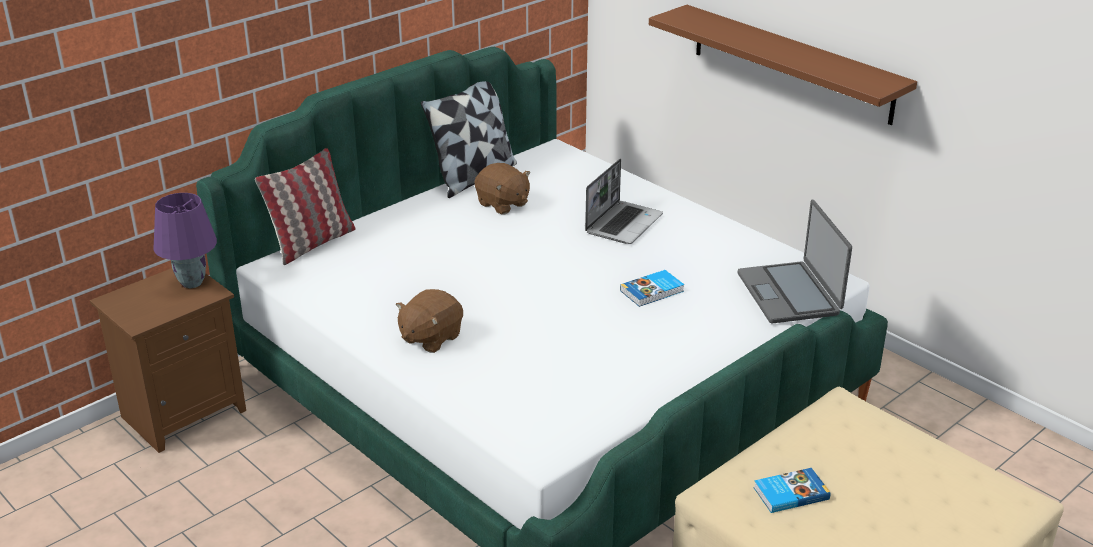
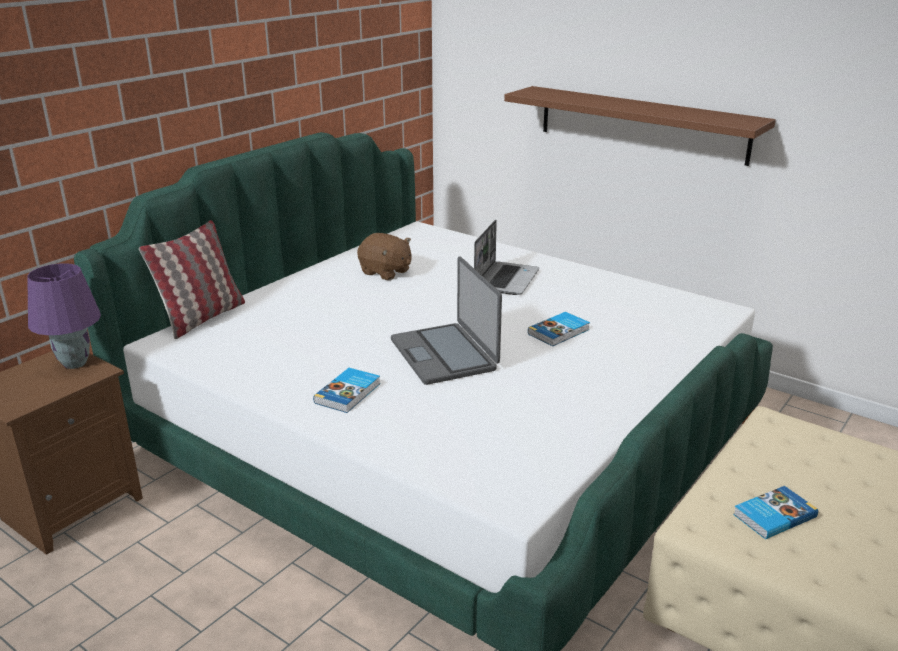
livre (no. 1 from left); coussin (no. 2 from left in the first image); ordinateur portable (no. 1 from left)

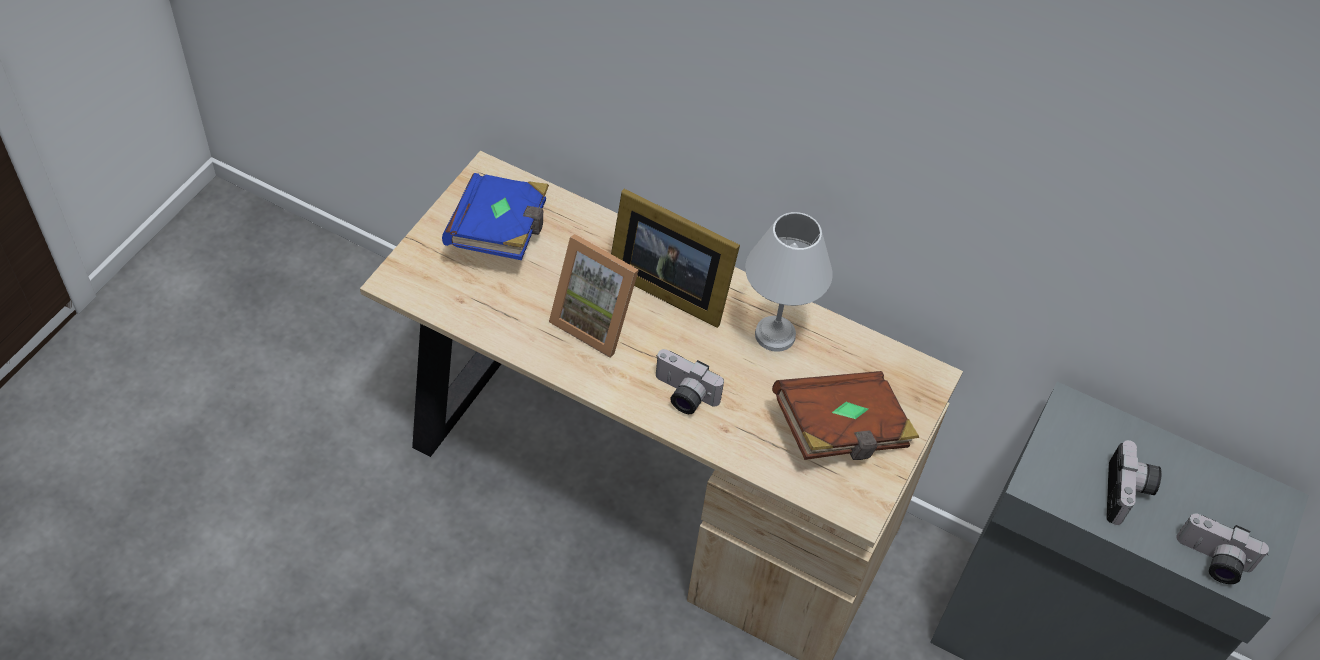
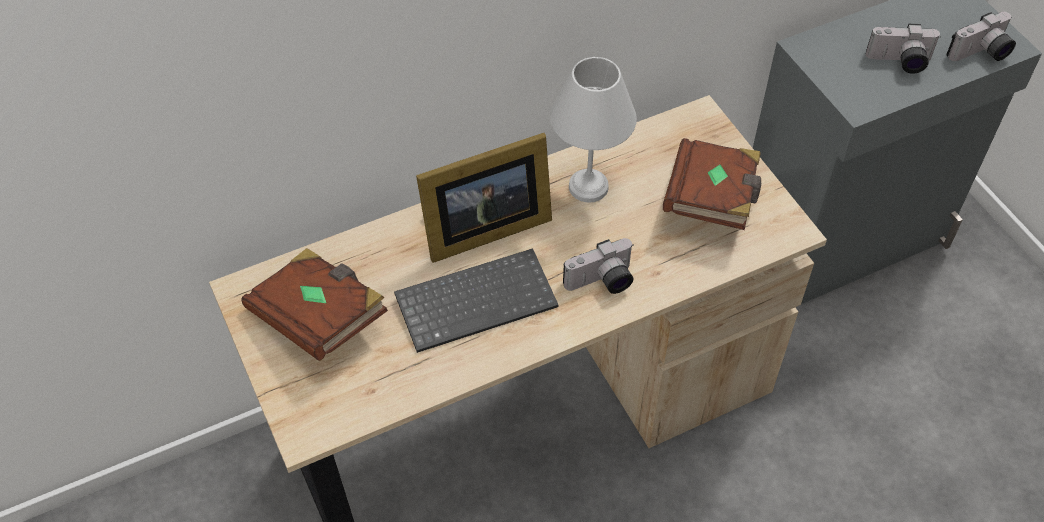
livre (marron) (no. 1 from left); clavier; appareil photo (no. 2 from left)

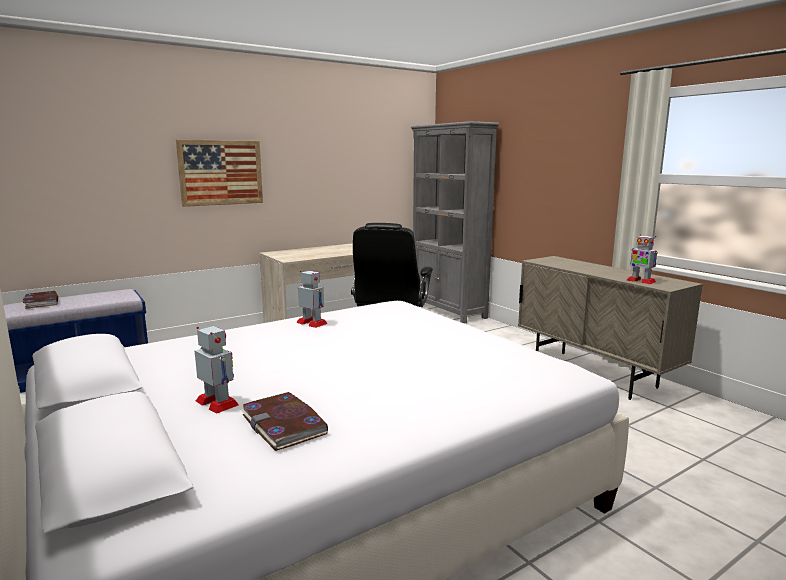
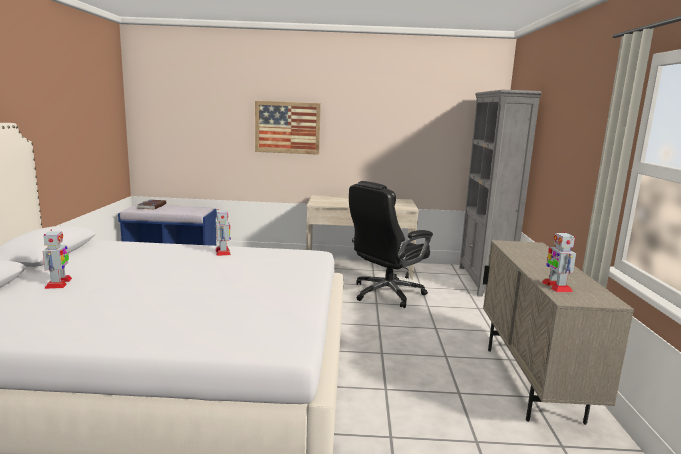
livre (no. 2 from left in the first image)

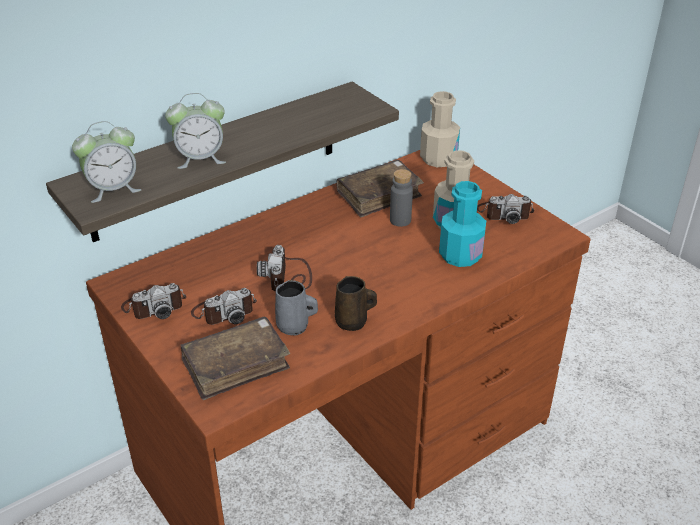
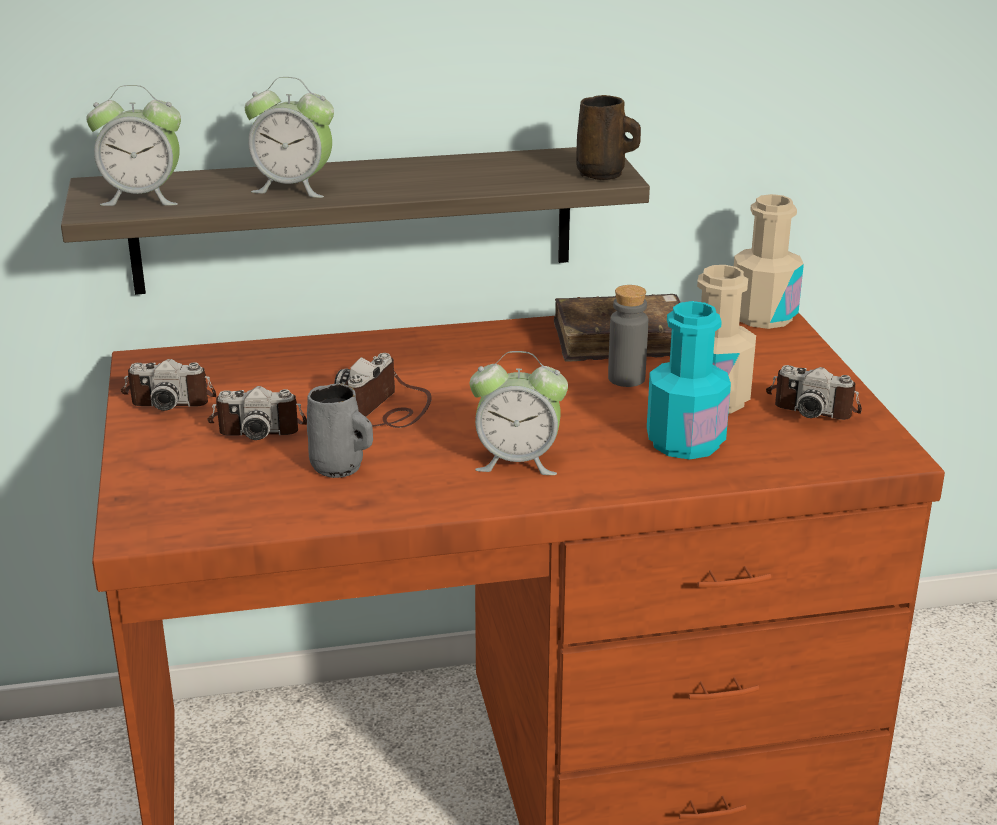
livre (marron) (no. 1 from left in the first image); mug (marron); réveil (no. 3 from left)

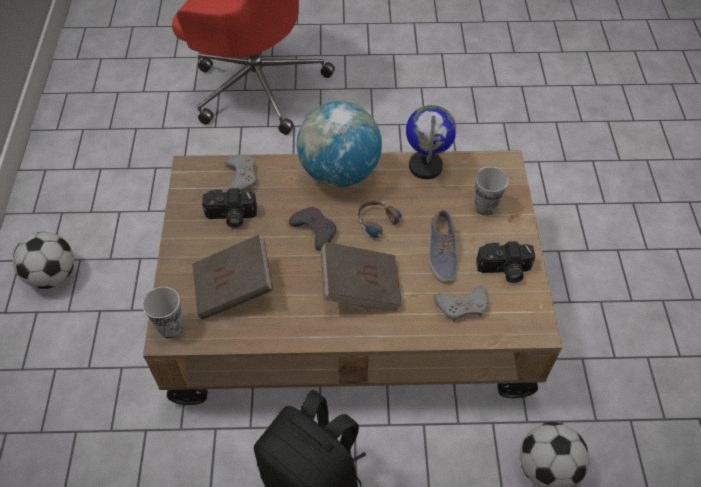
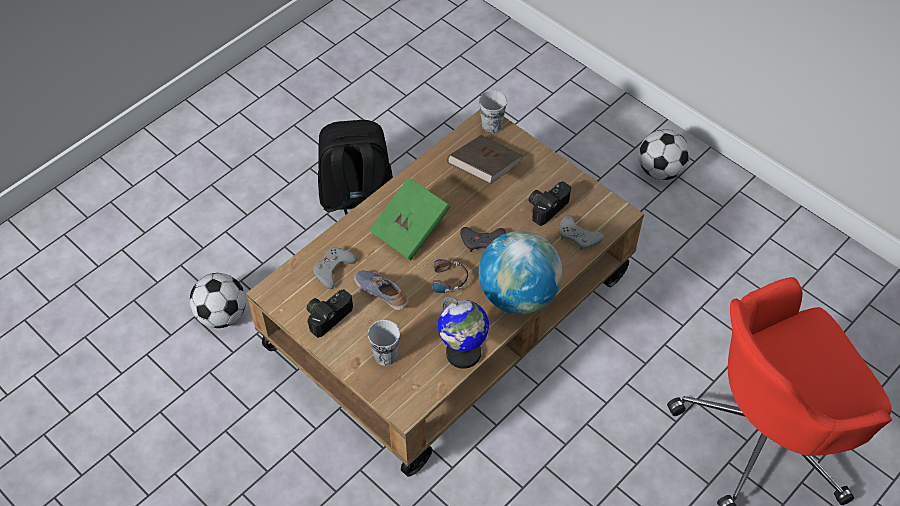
livre (vert)

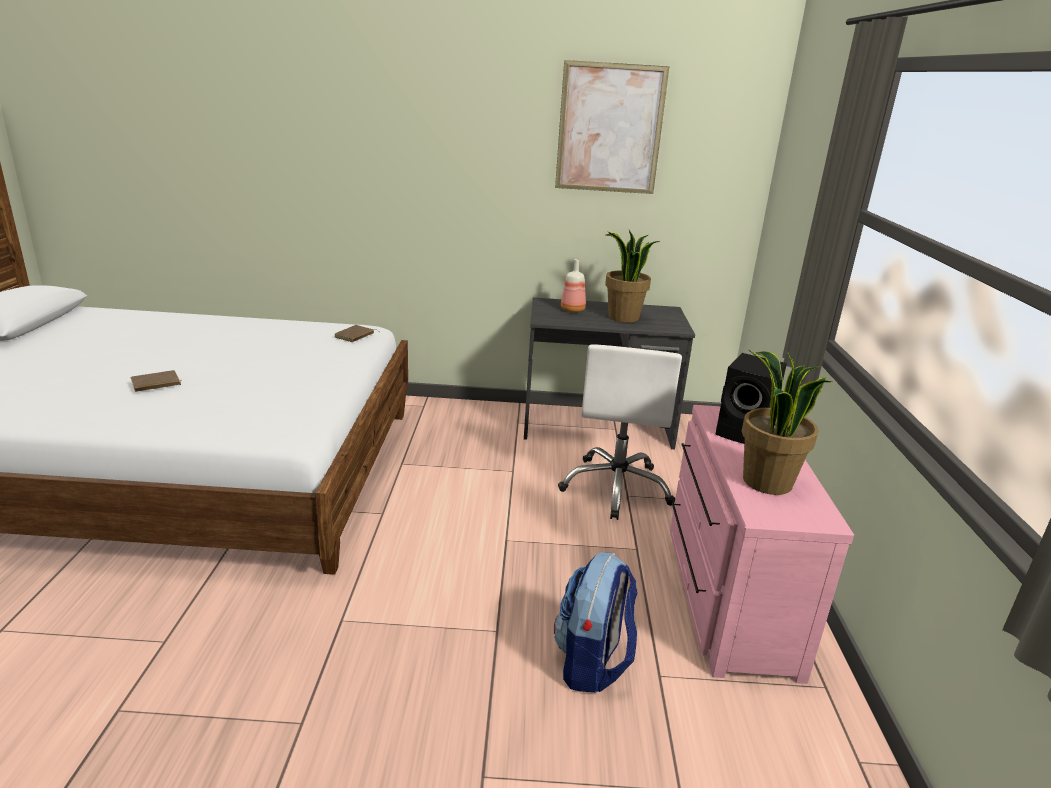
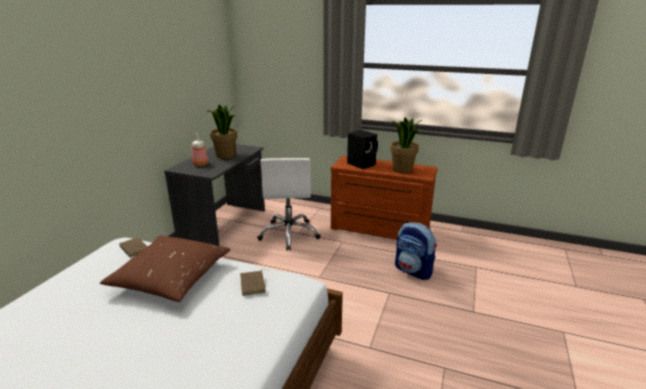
livre (marron) (no. 2 from left); tableau; chaise de bureau (blanc); commode (marron); coussin (marron)

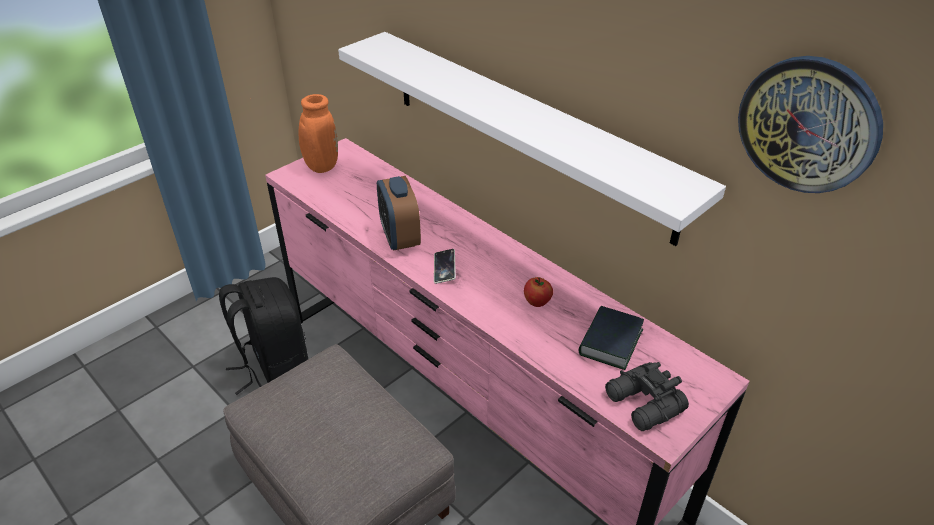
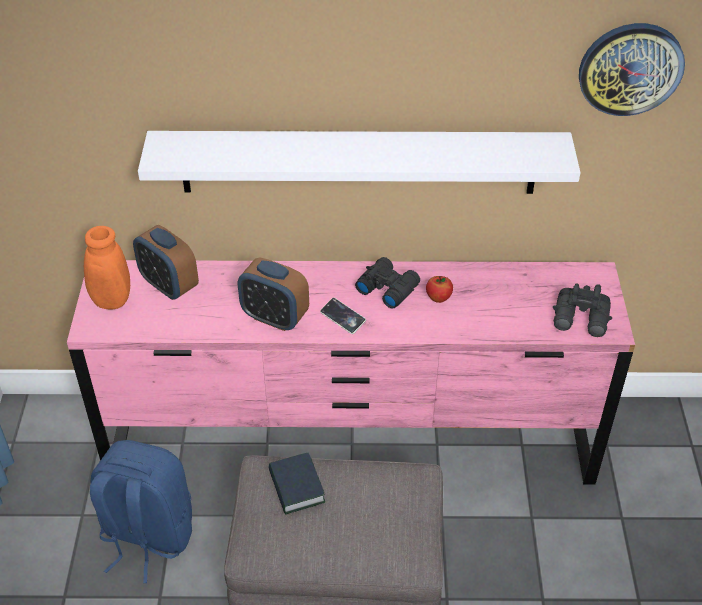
sac à dos (bleu); livre; réveil (no. 1 from left); jumelles (noir) (no. 1 from left)

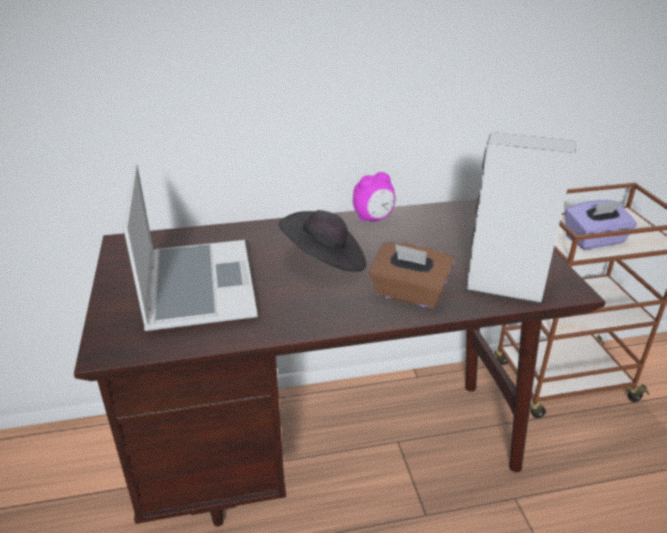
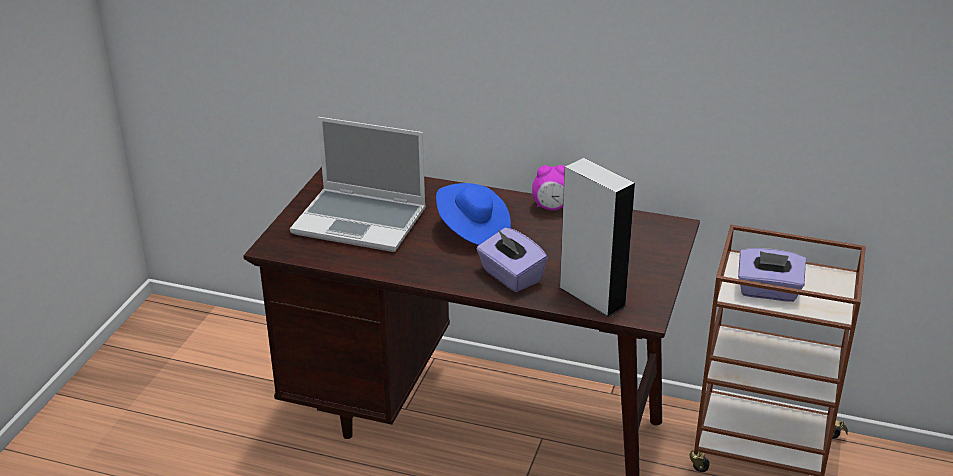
ordinateur portable; chapeau (bleu); boîte à mouchoirs (violet) (no. 1 from left)

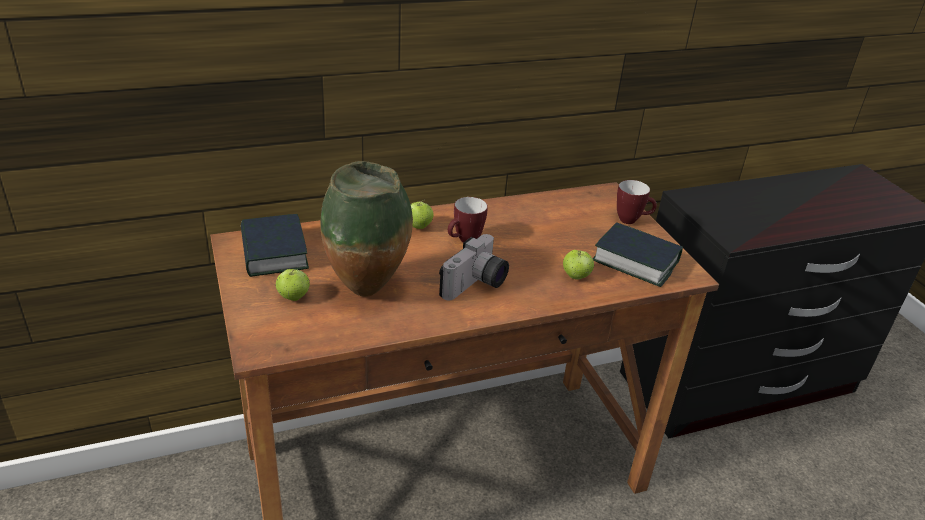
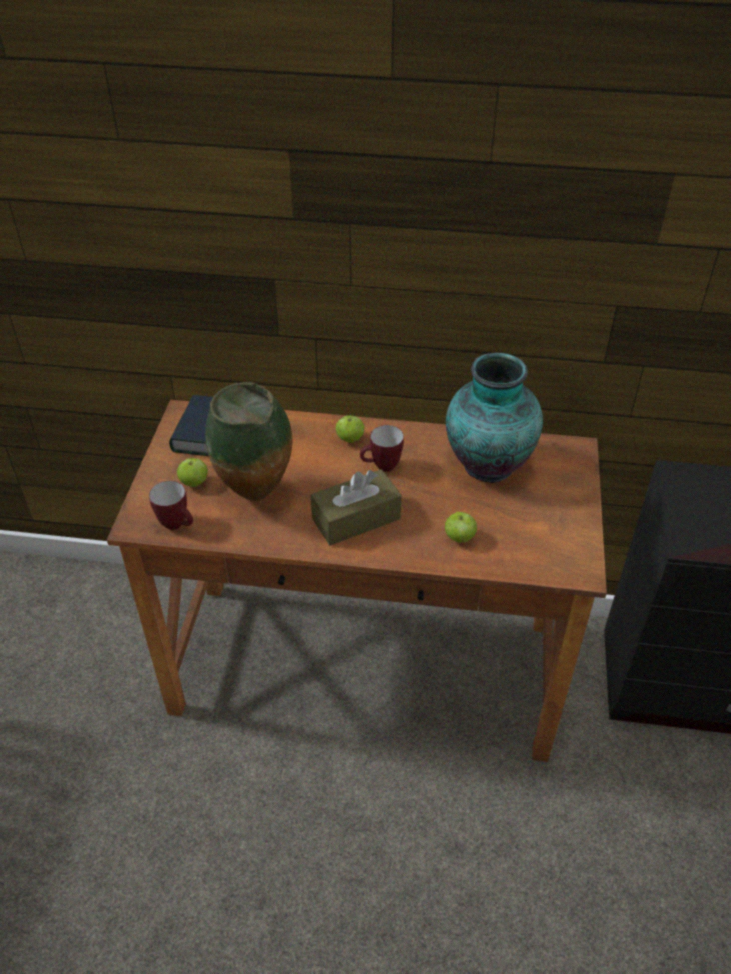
boîte à mouchoirs (marron); livre (no. 2 from left in the first image); mug (no. 1 from left); vase (no. 2 from left)

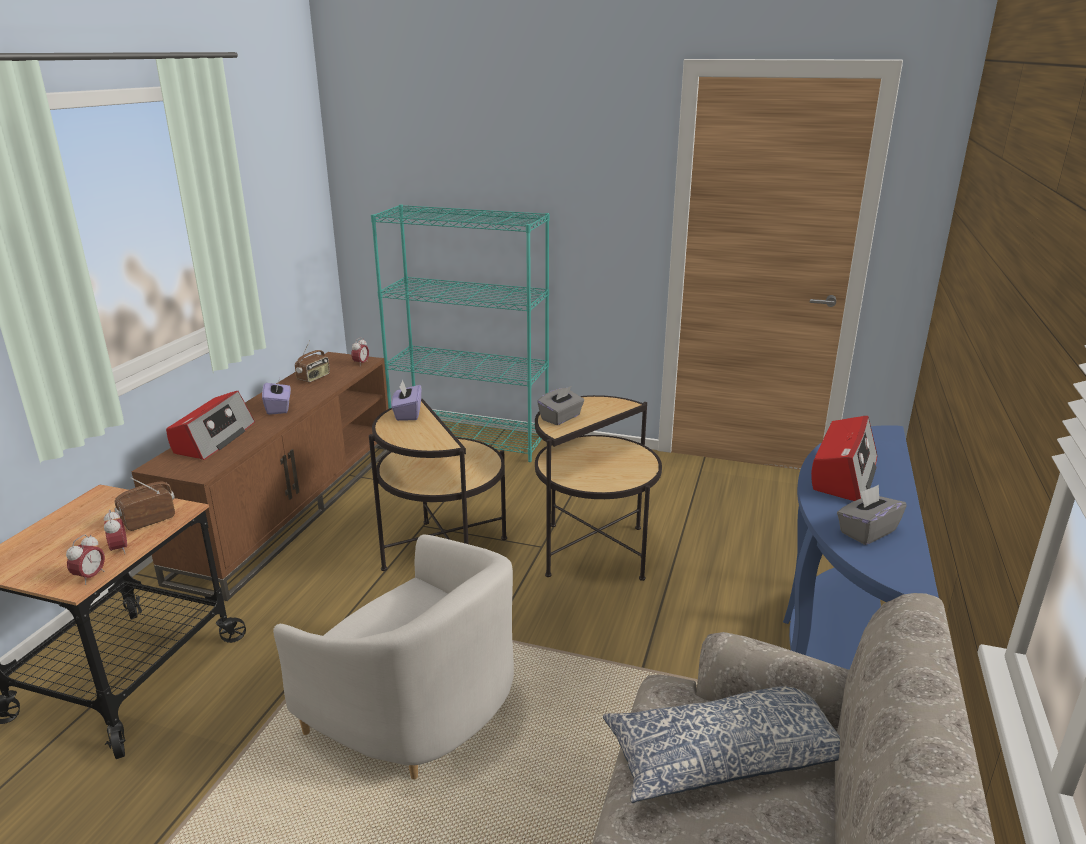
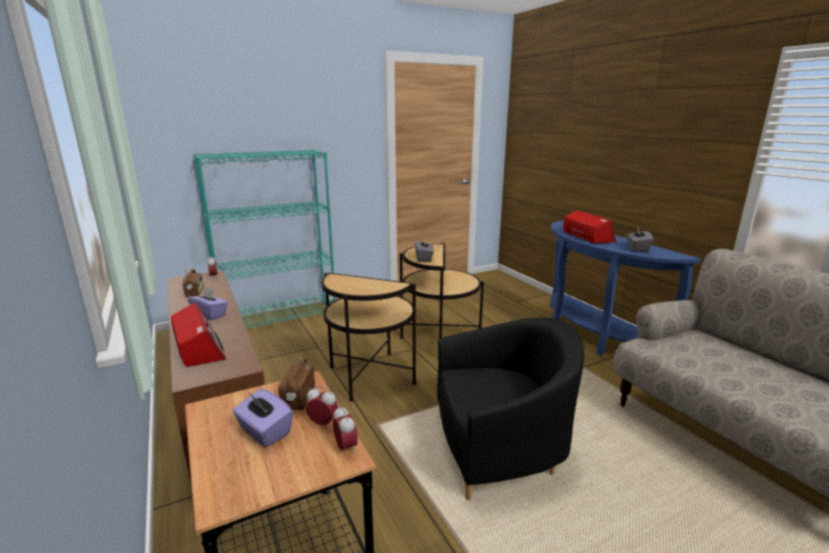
fauteuil (noir); boîte à mouchoirs (violet) (no. 2 from left); coussin

